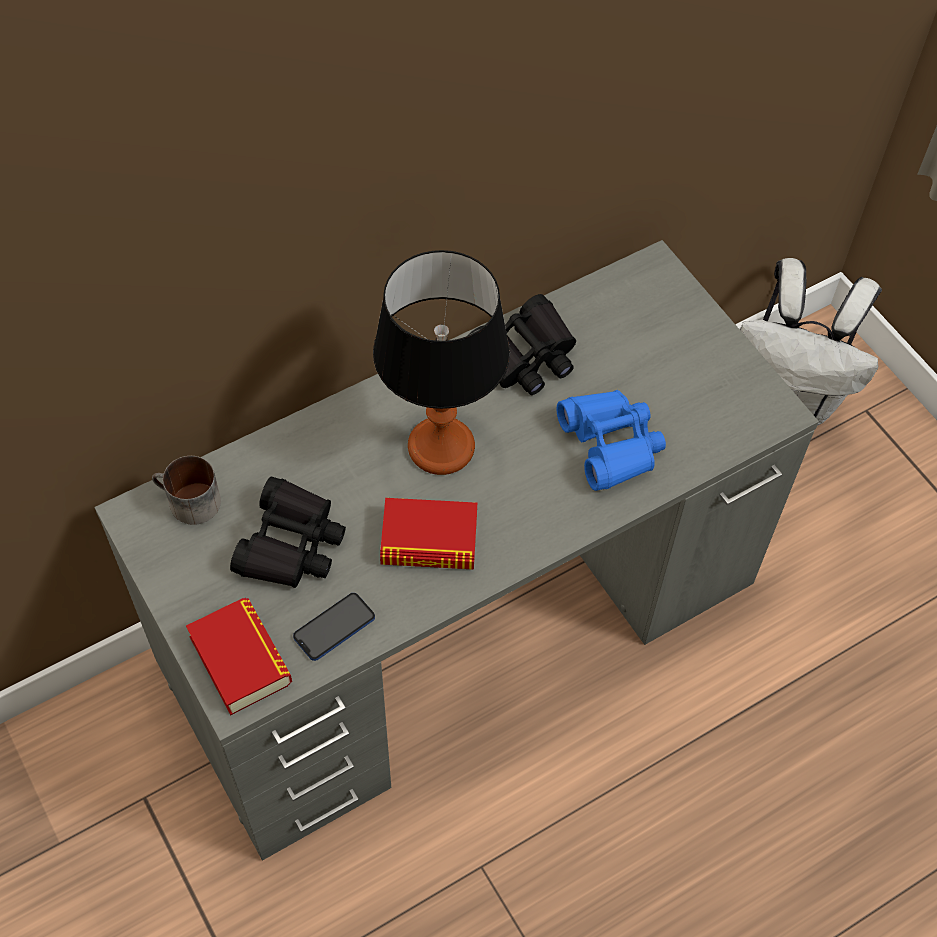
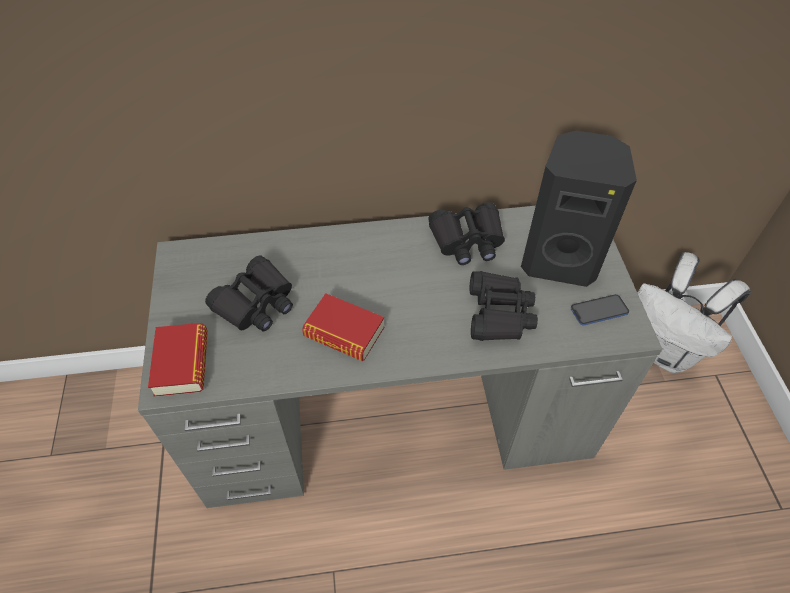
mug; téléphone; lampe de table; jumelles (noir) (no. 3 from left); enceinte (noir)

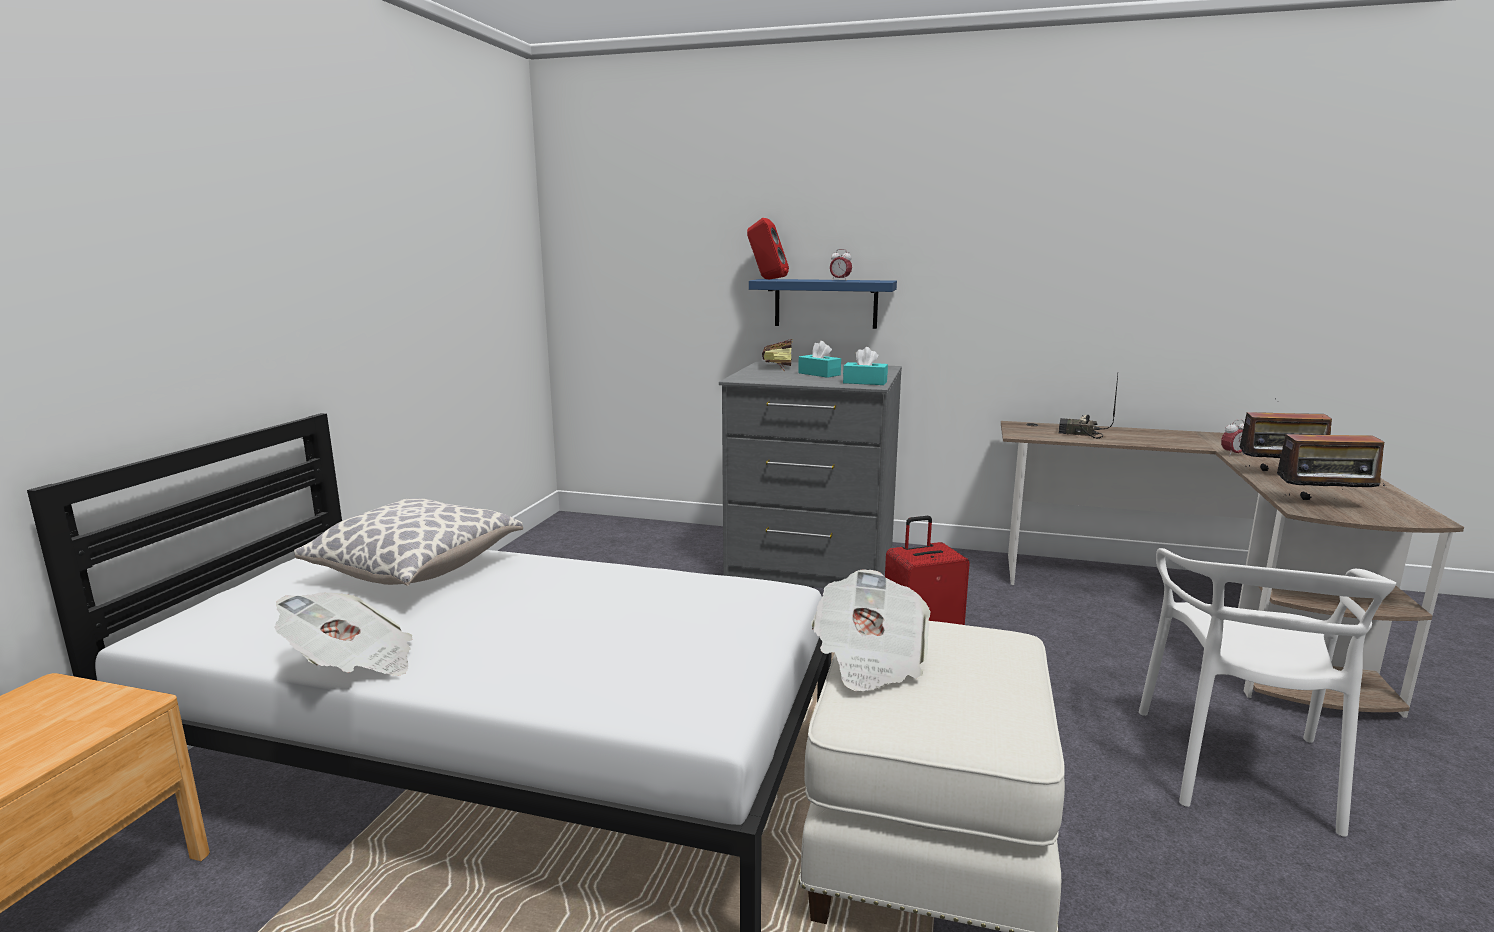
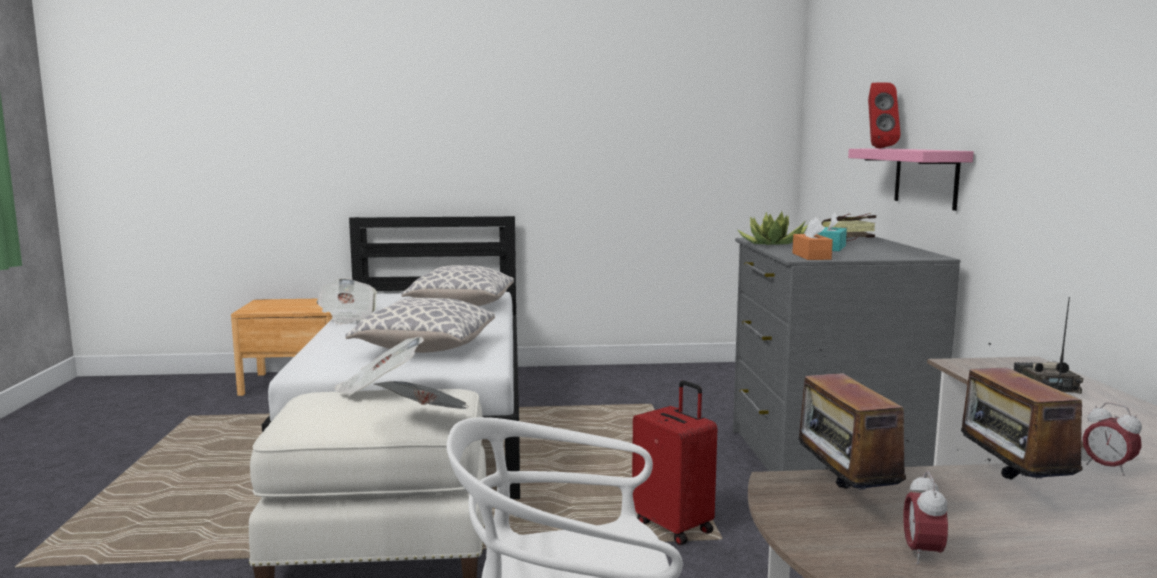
étagère (rose); réveil (no. 1 from left); boîte à mouchoirs (orange); coussin (no. 1 from left); journal (no. 3 from left); plante en pot

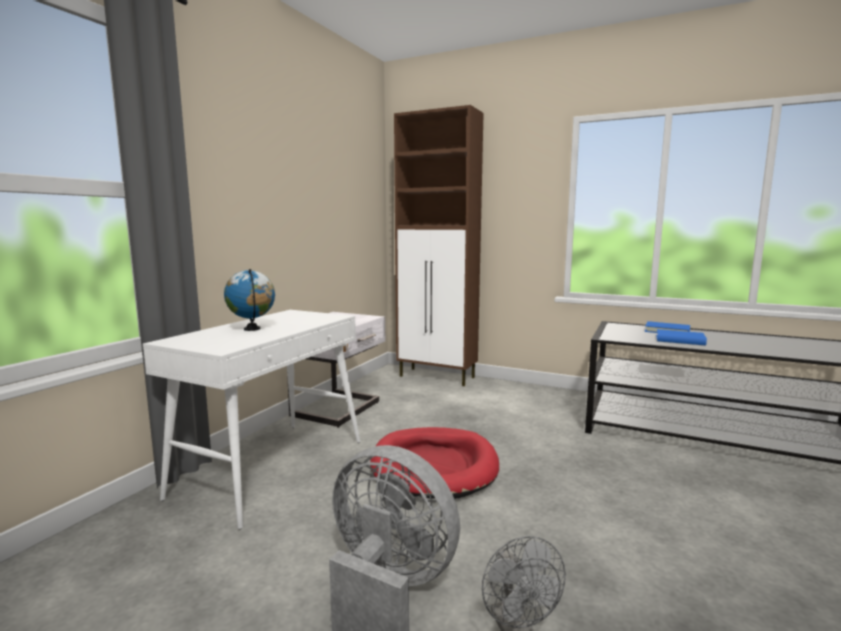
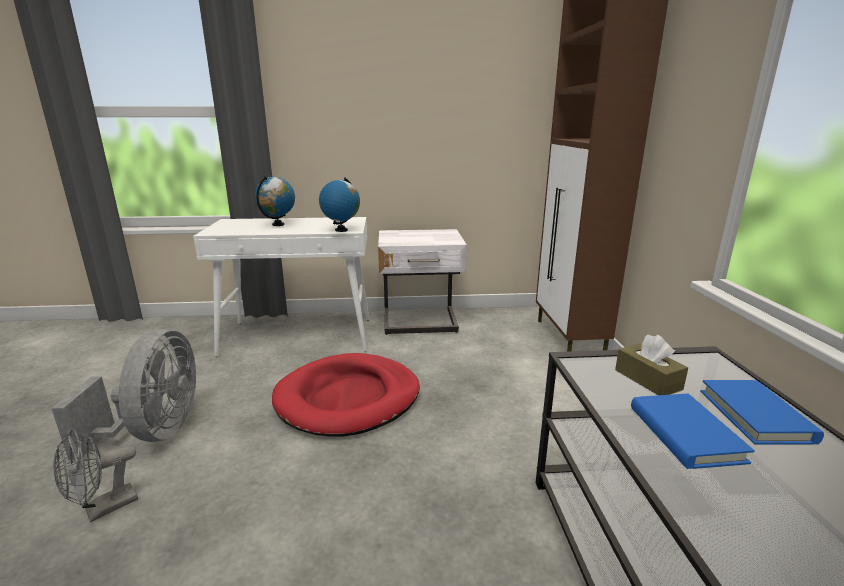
globe (no. 2 from left); boîte à mouchoirs (marron)

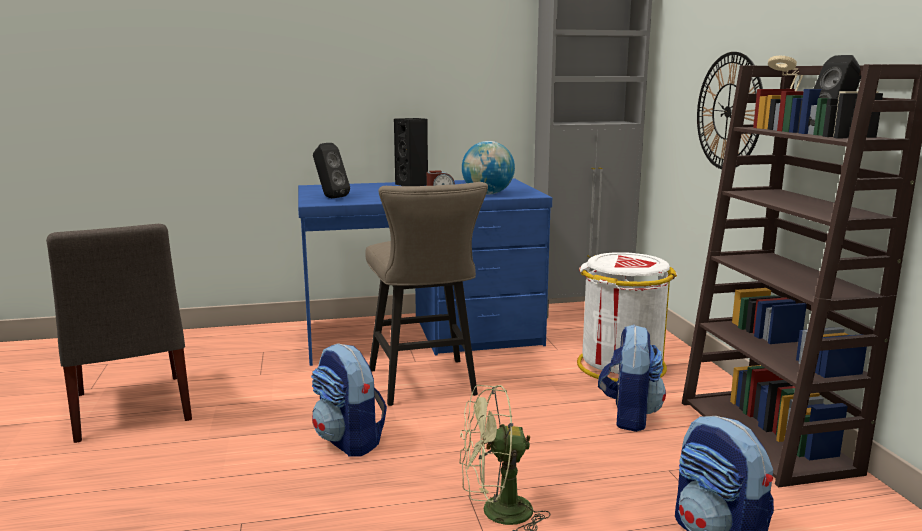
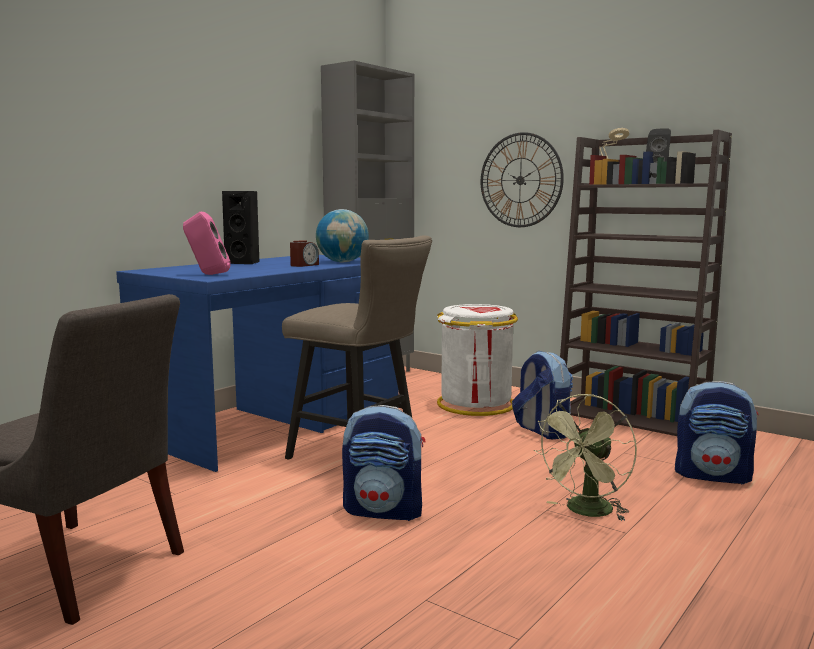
enceinte (rose)

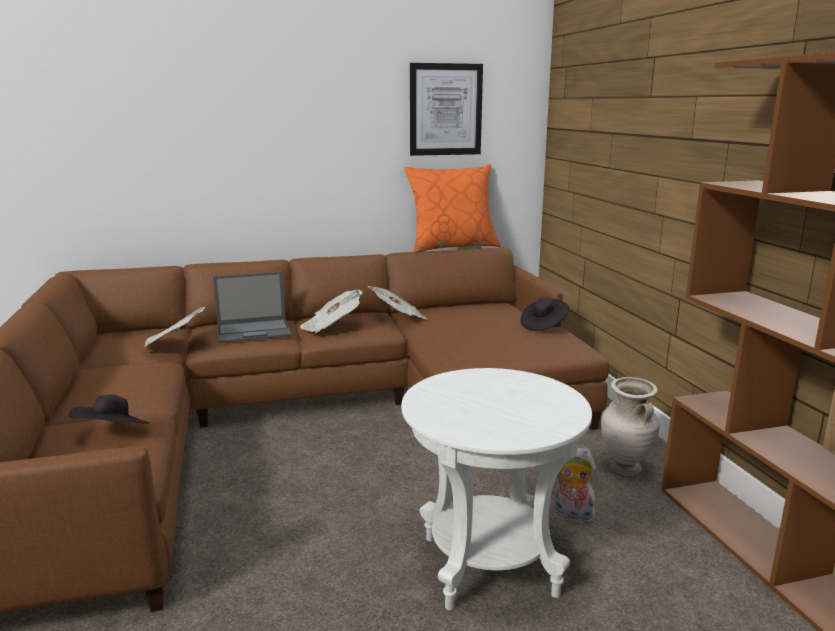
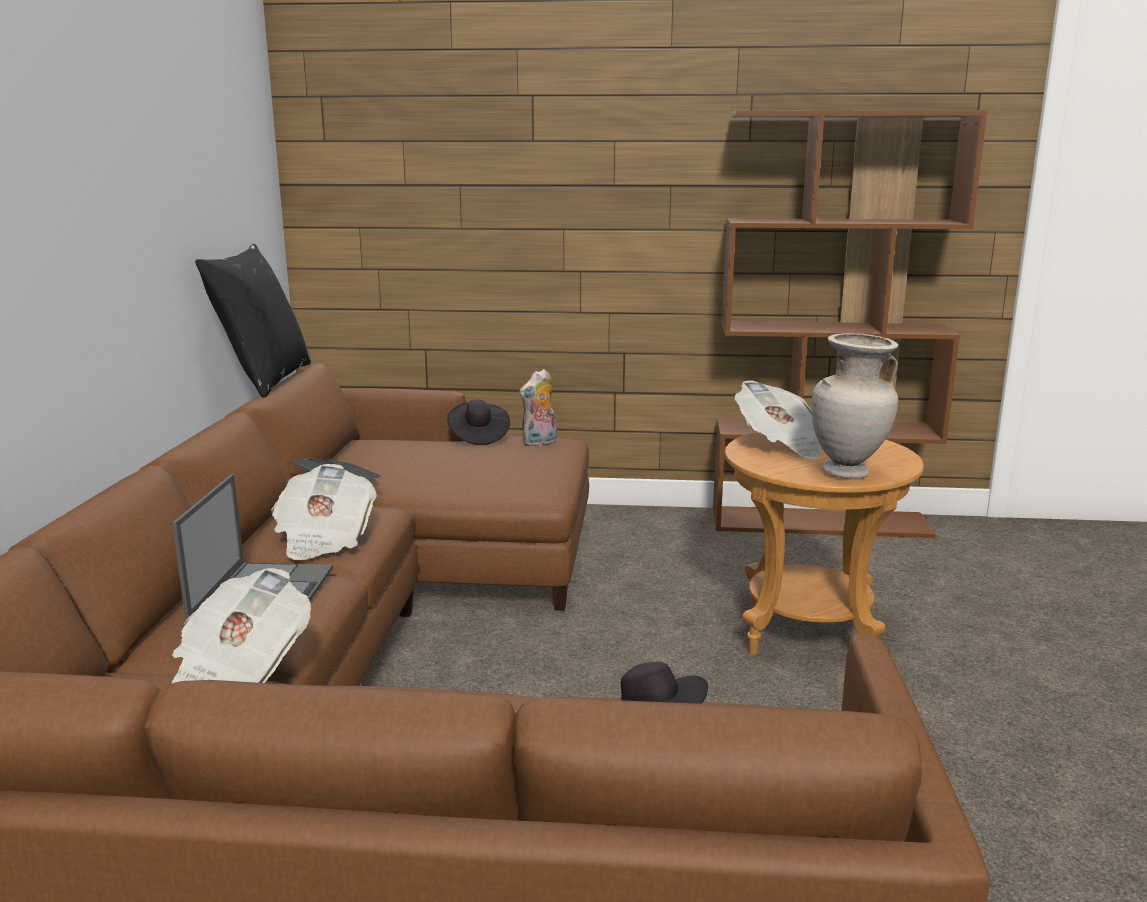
table d'appoint (marron); coussin (noir); tableau; peluche; vase (beige); journal (no. 4 from left)

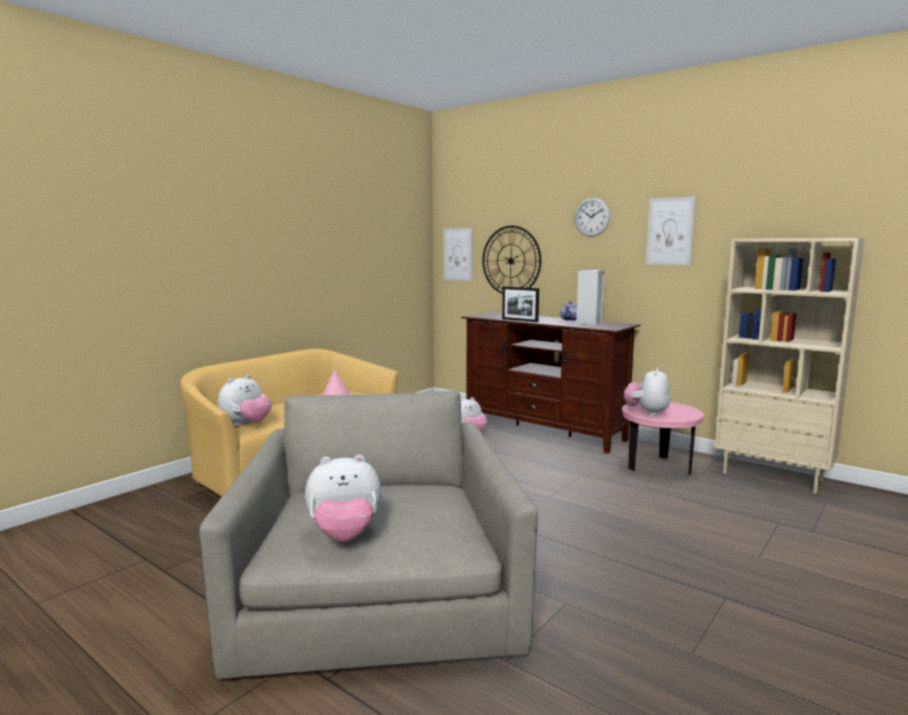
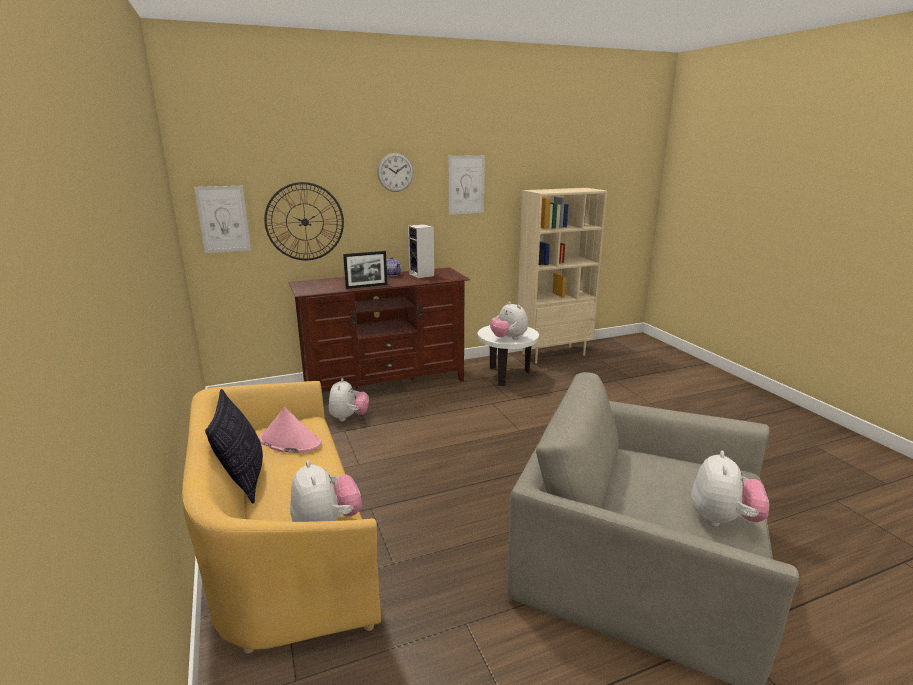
table d'appoint (blanc); coussin

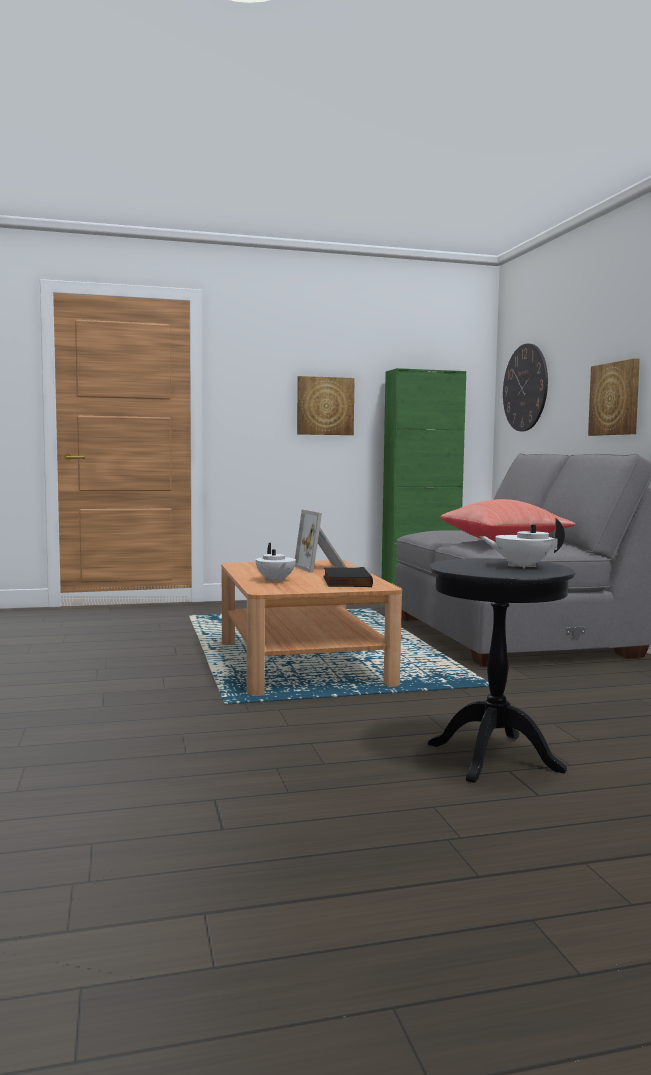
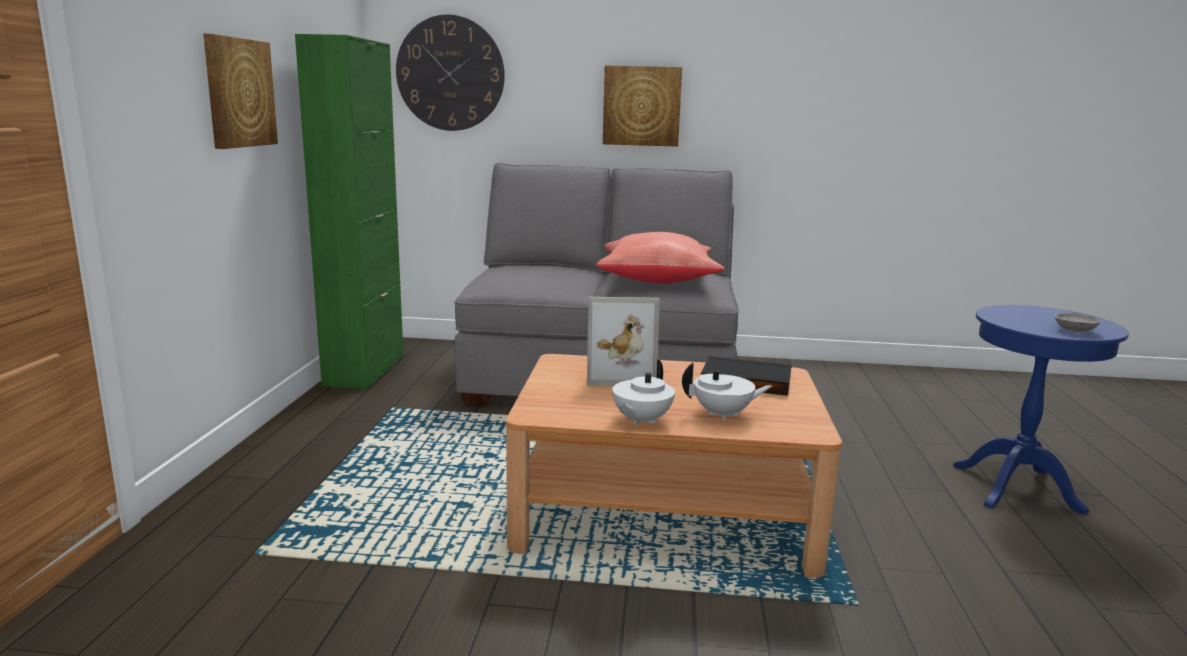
table d'appoint (bleu); théière (blanc) (no. 1 from left); bol (gris)

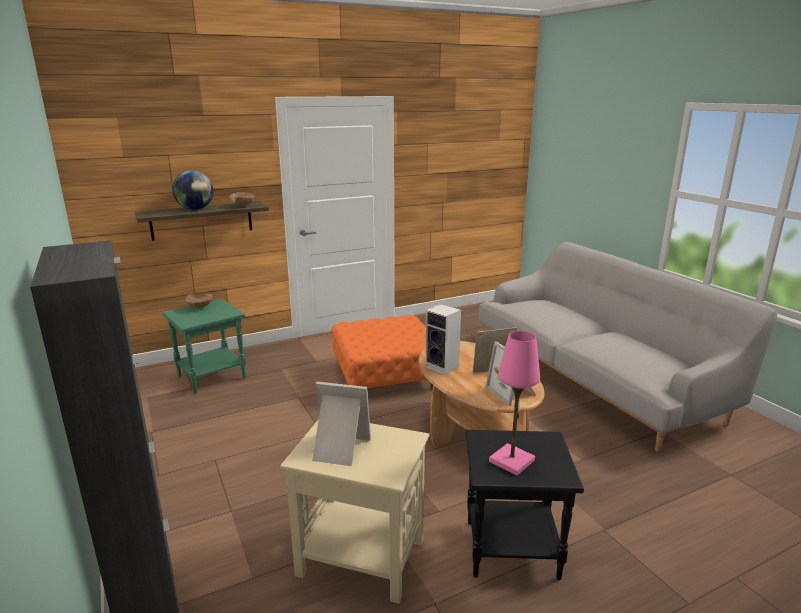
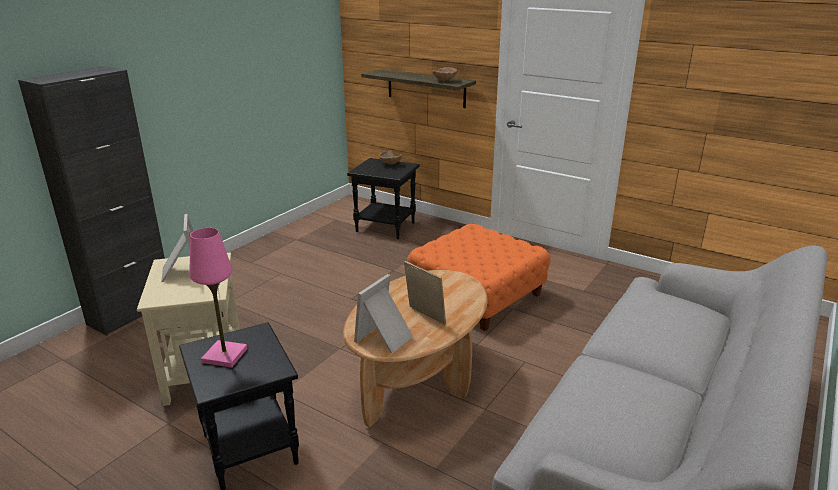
table d'appoint (noir) (no. 2 from left); globe; enceinte

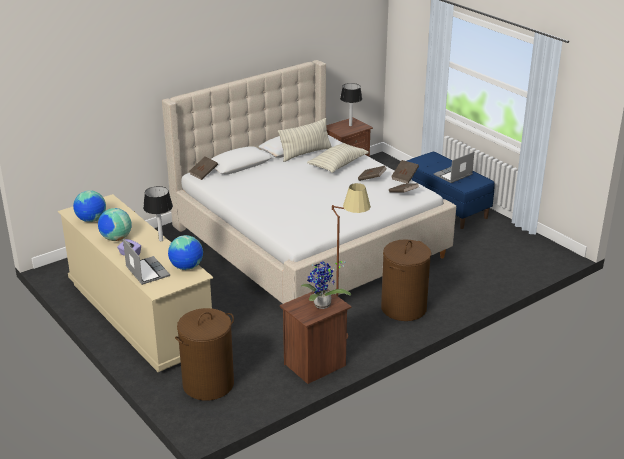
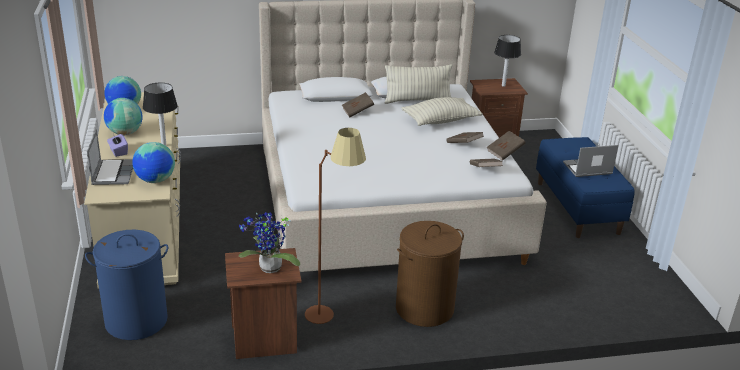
panier à linge (bleu); livre (marron) (no. 1 from left)

